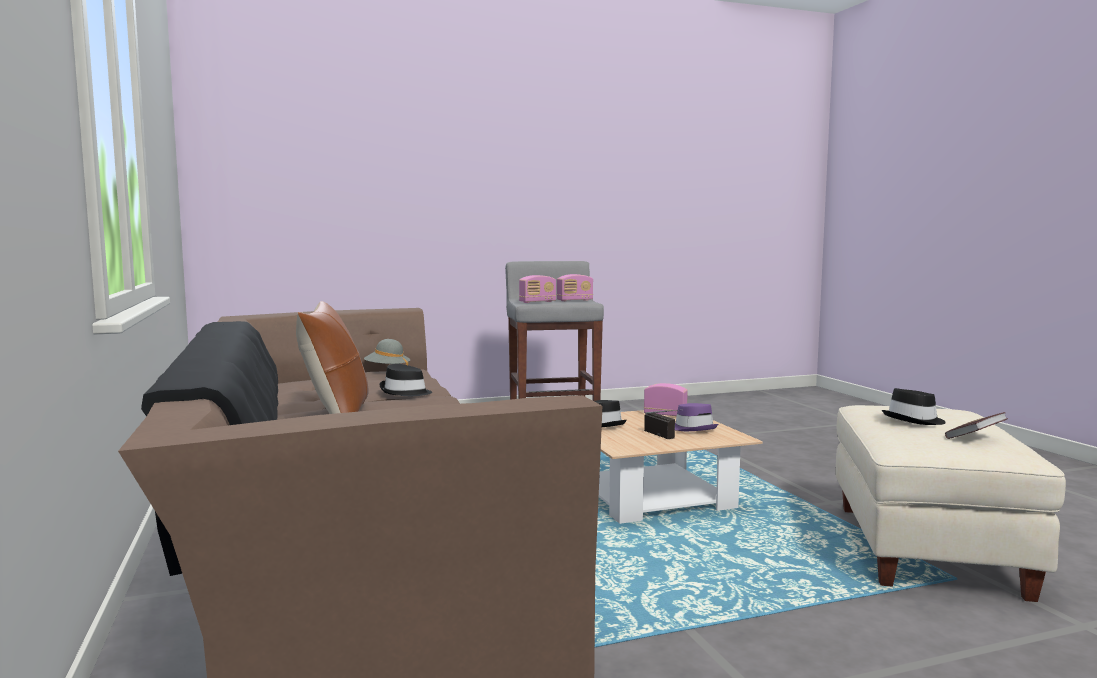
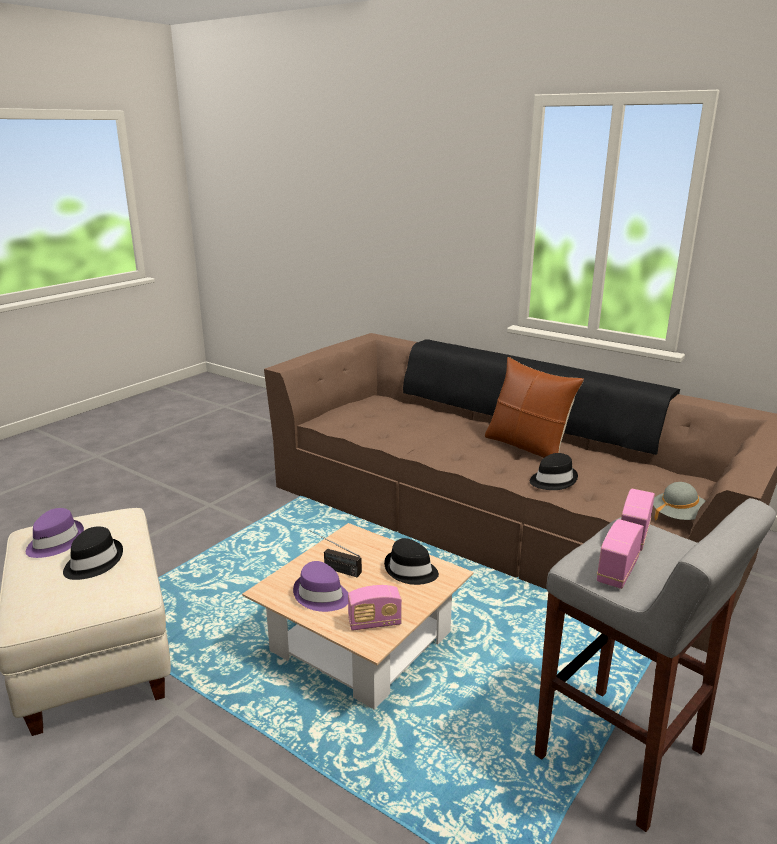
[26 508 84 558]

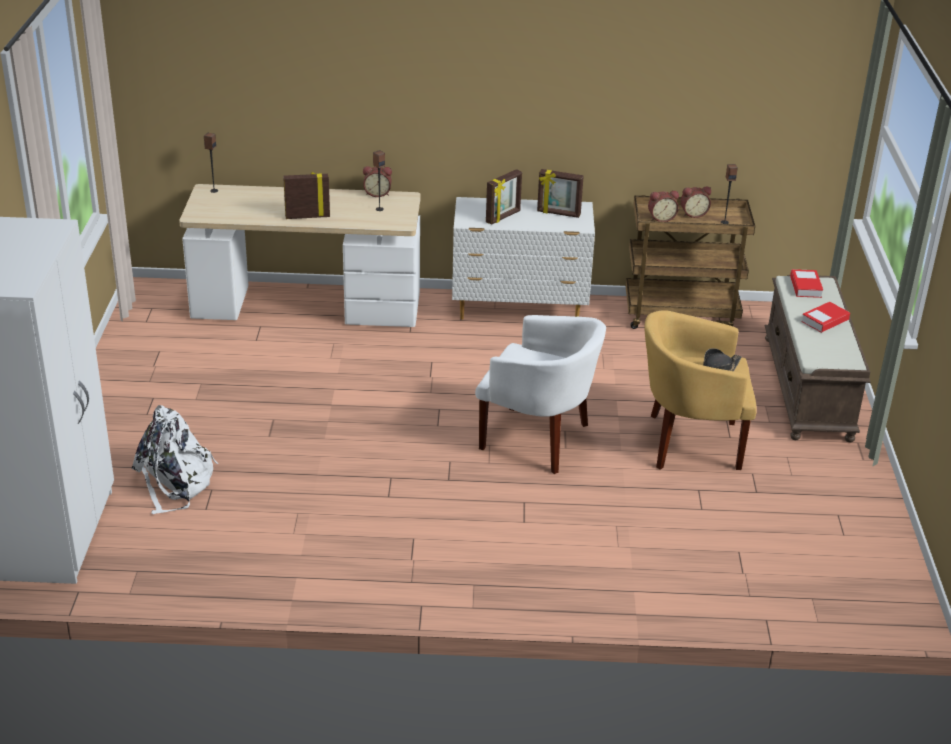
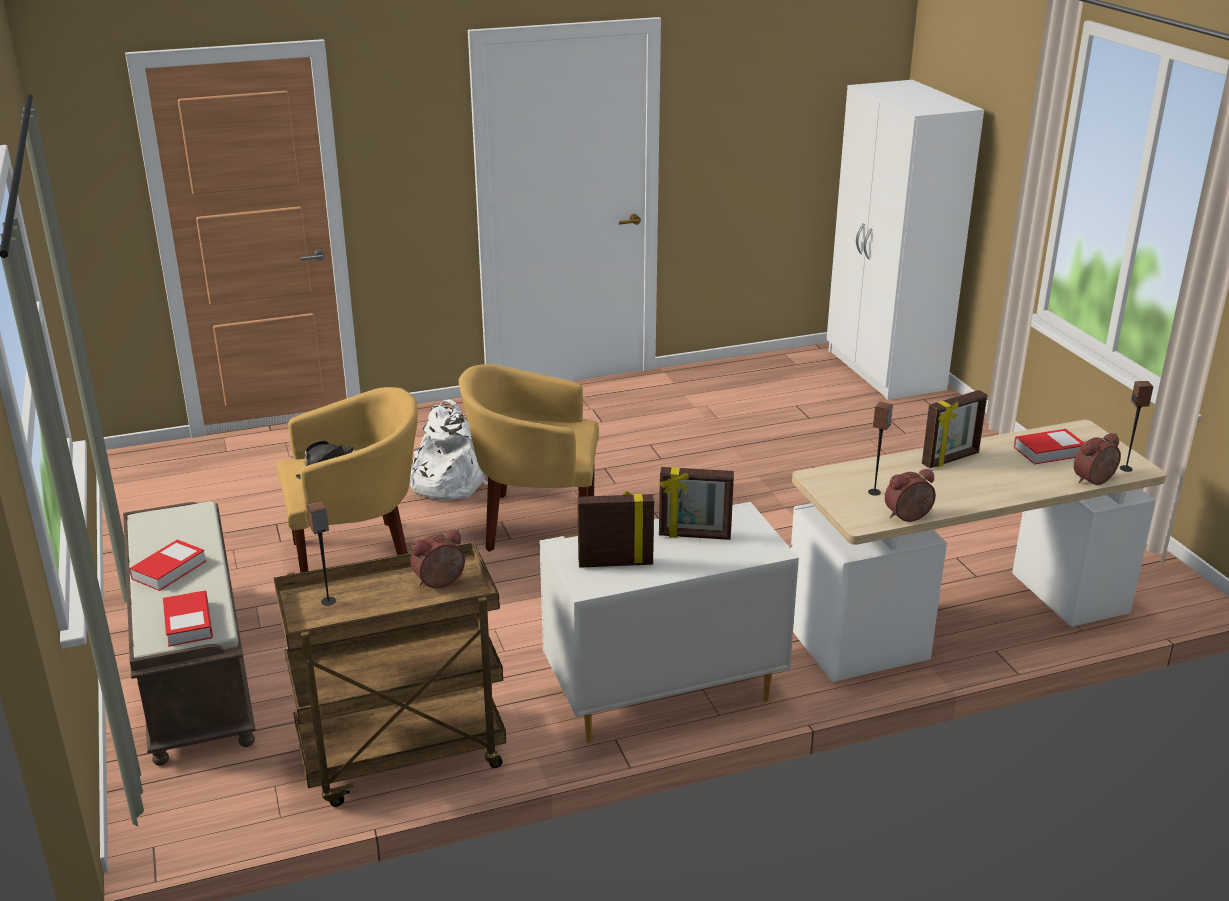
[659 467 734 540]
[1074 433 1121 485]
[459 364 599 552]
[409 399 488 500]
[1014 429 1084 465]

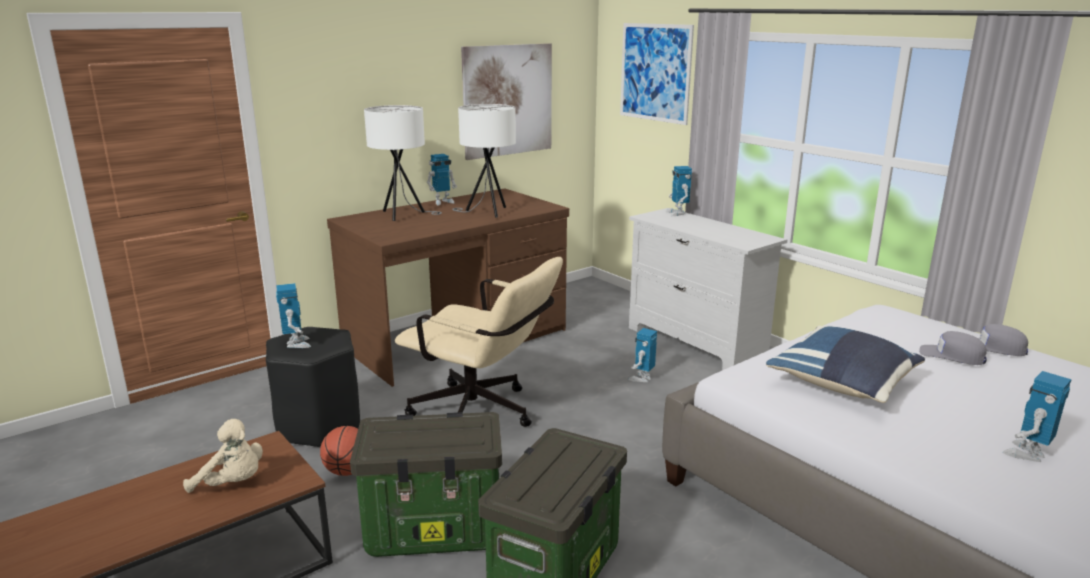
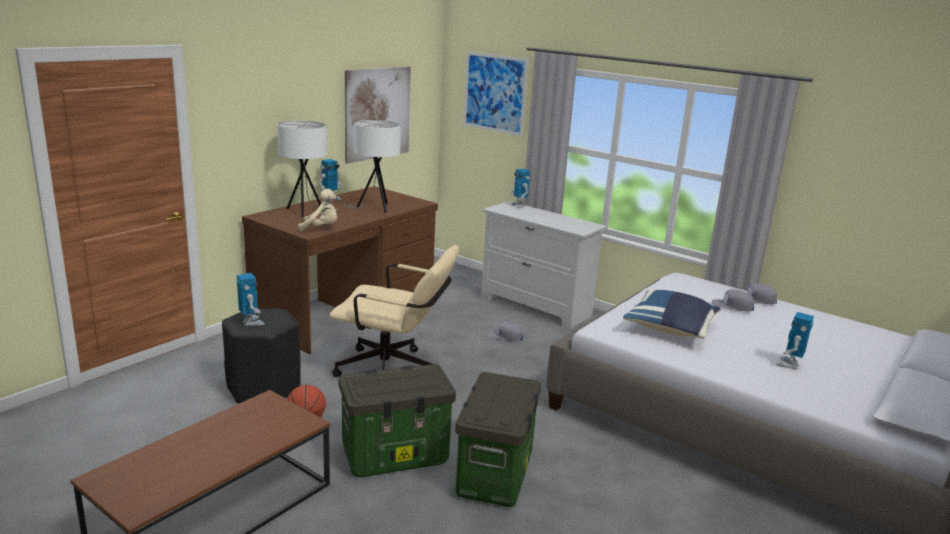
[488 322 523 341]
[298 189 337 231]

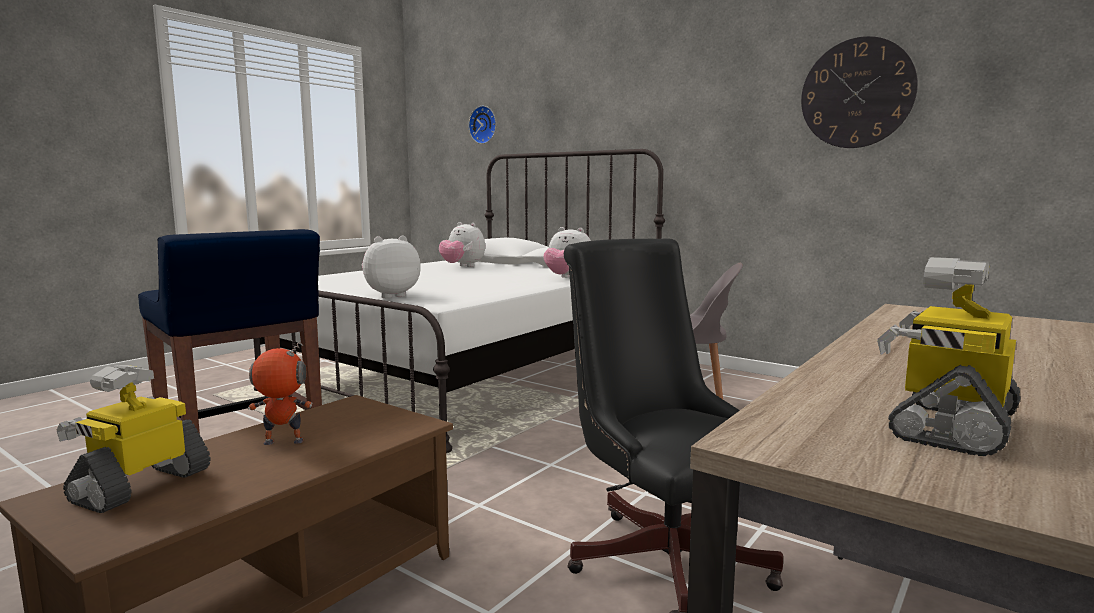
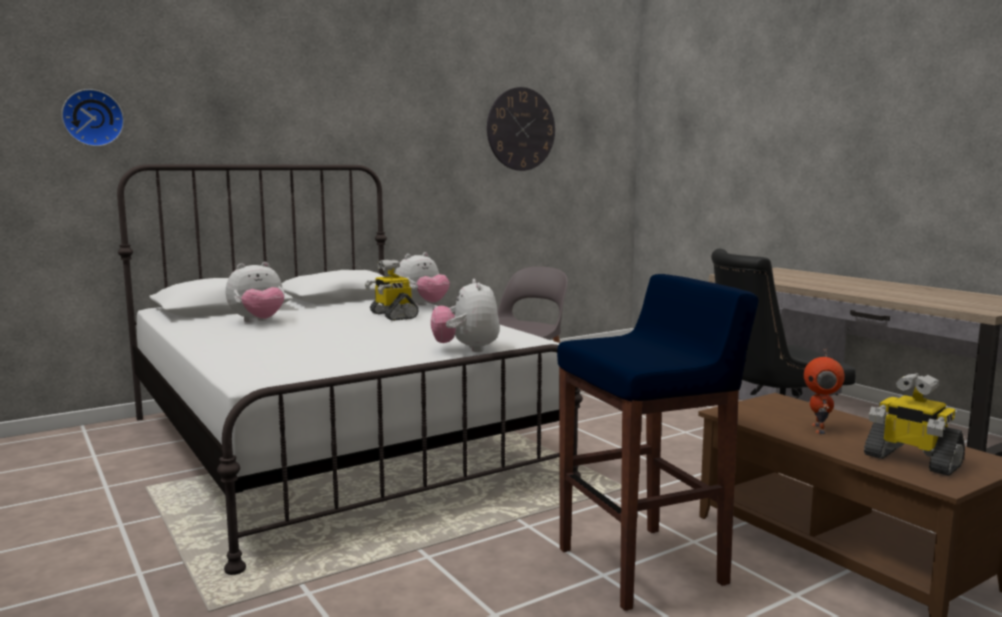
[365 260 419 321]

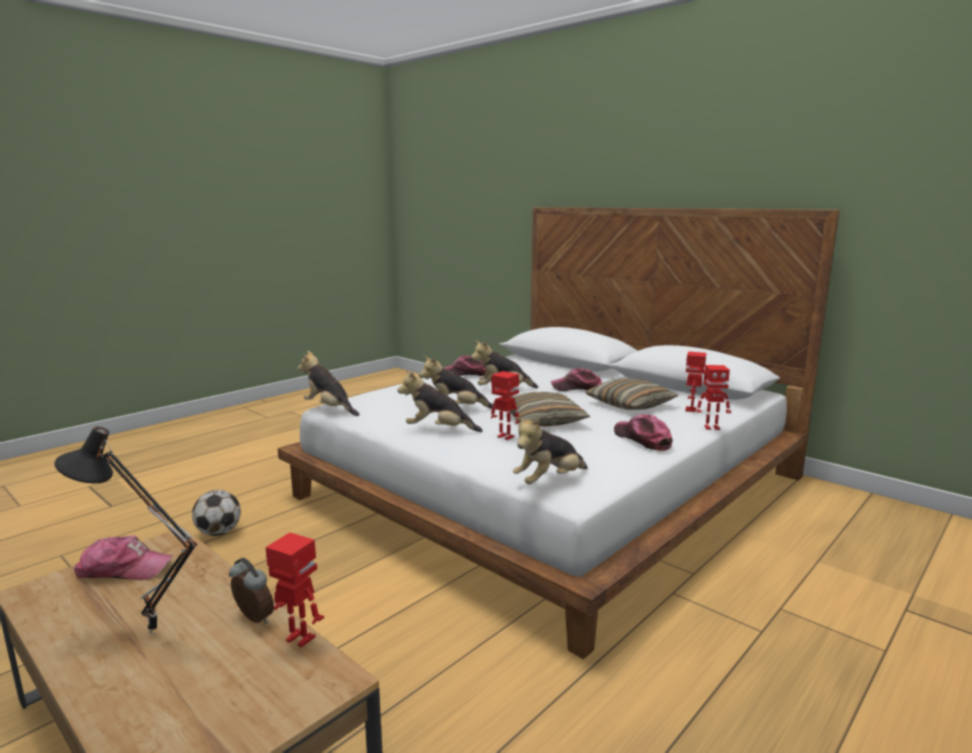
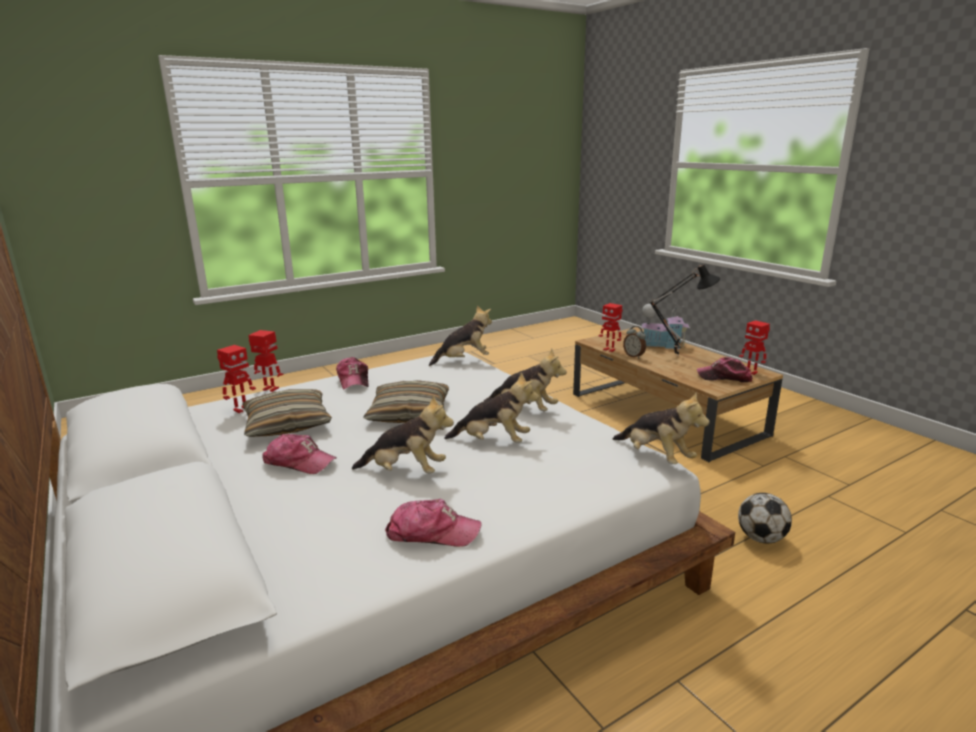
[739 320 770 375]
[642 302 690 349]

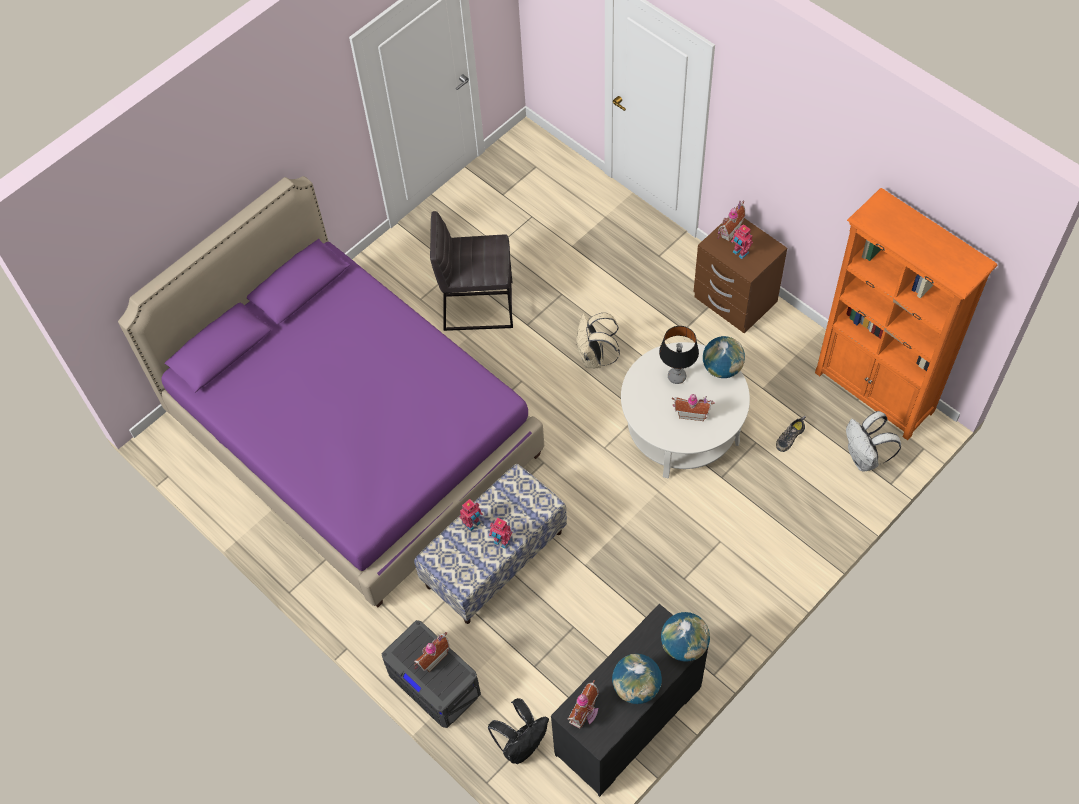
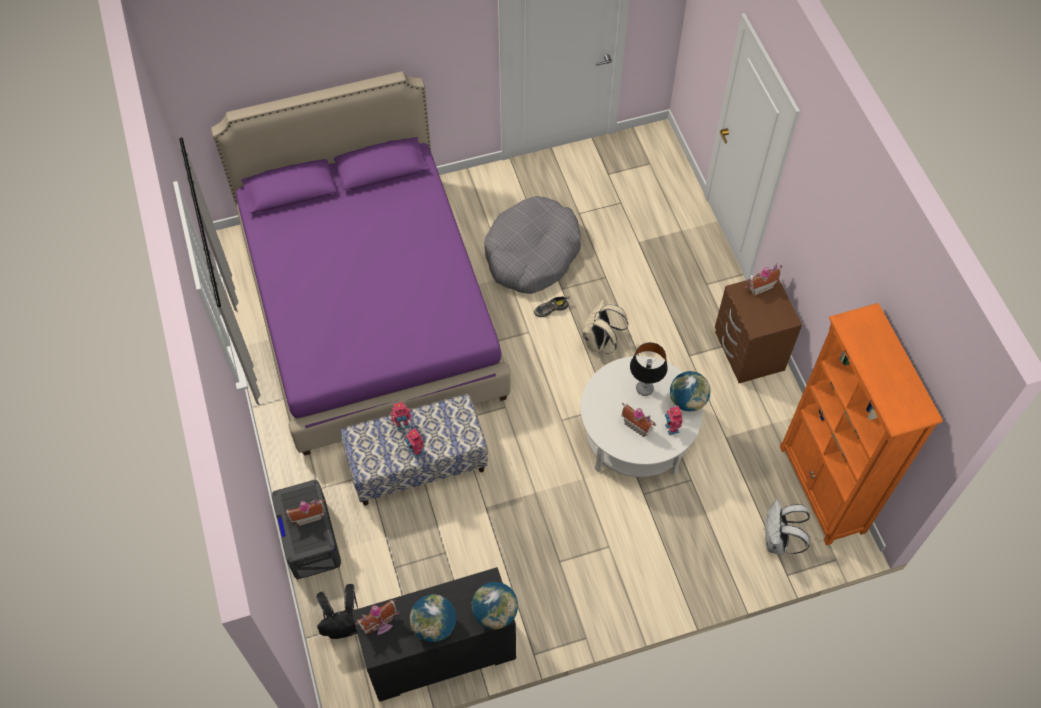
[484 196 581 294]
[665 406 683 435]
[534 296 570 317]

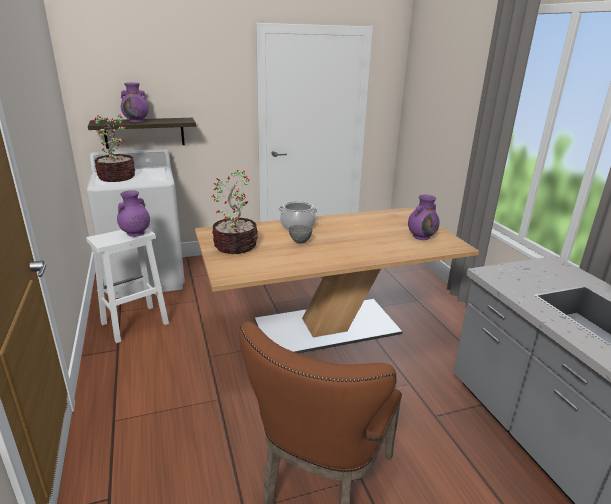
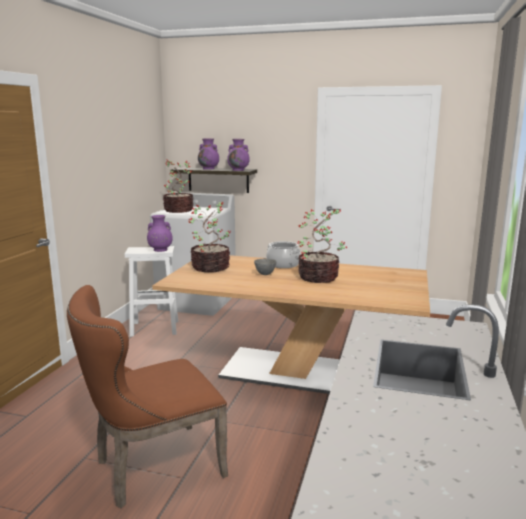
[227 139 250 171]
[297 209 347 283]

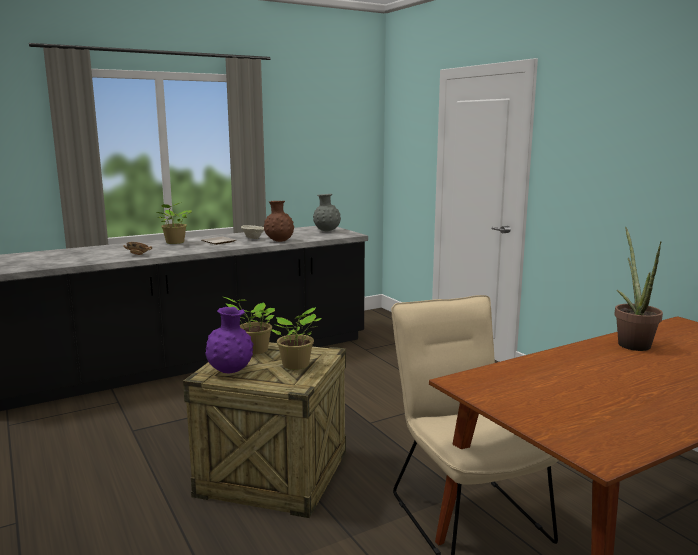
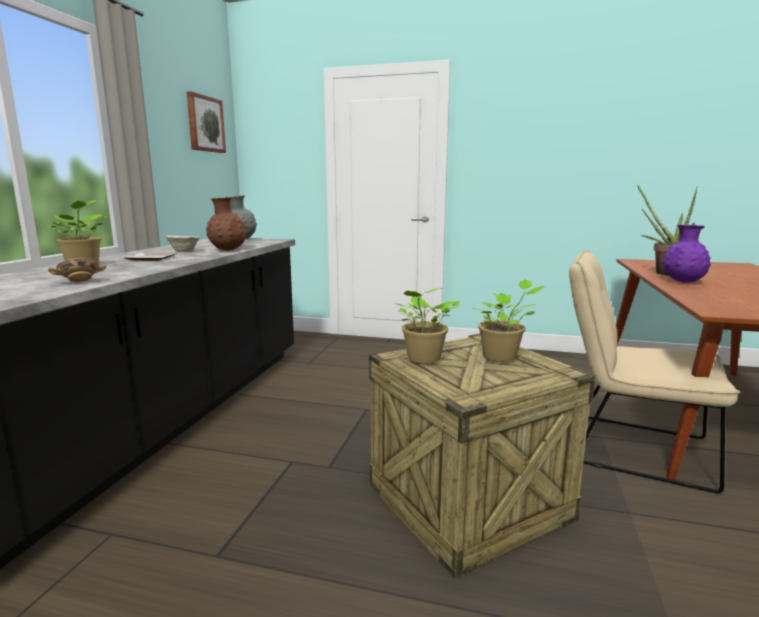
[662 225 711 283]
[187 91 226 153]

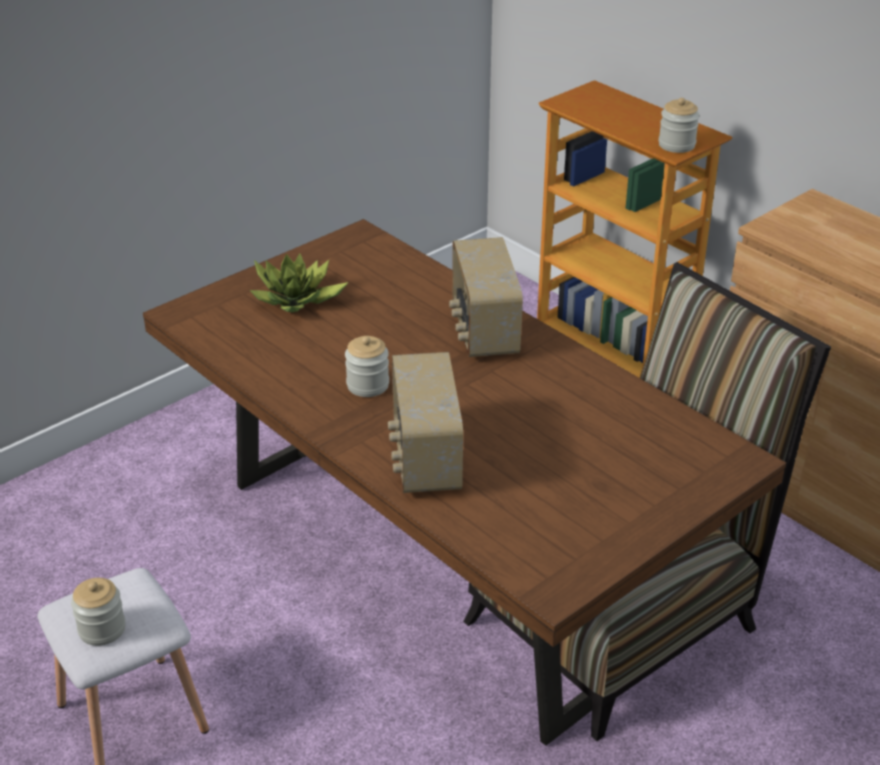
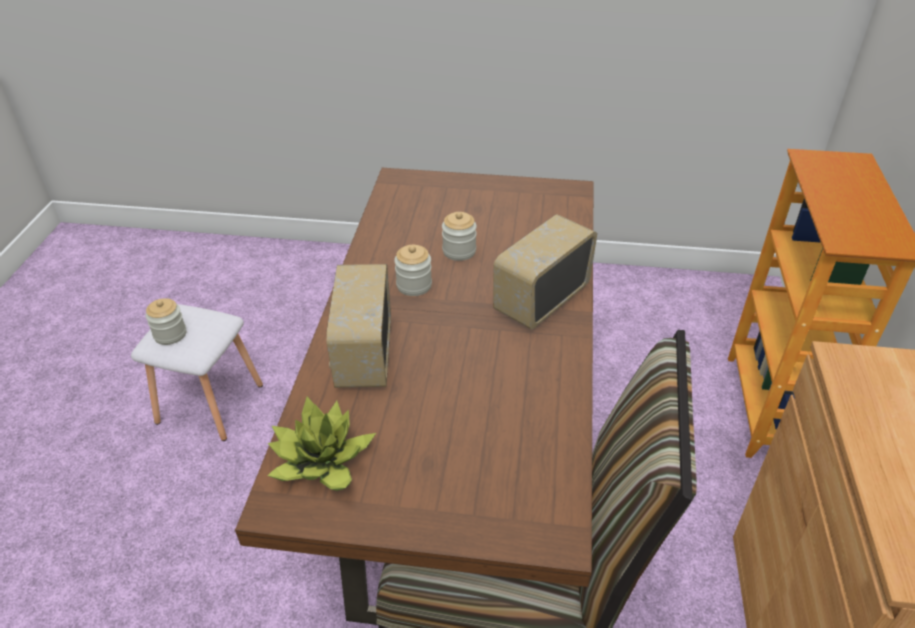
[442 212 477 261]
[267 397 376 491]
[326 264 391 388]

